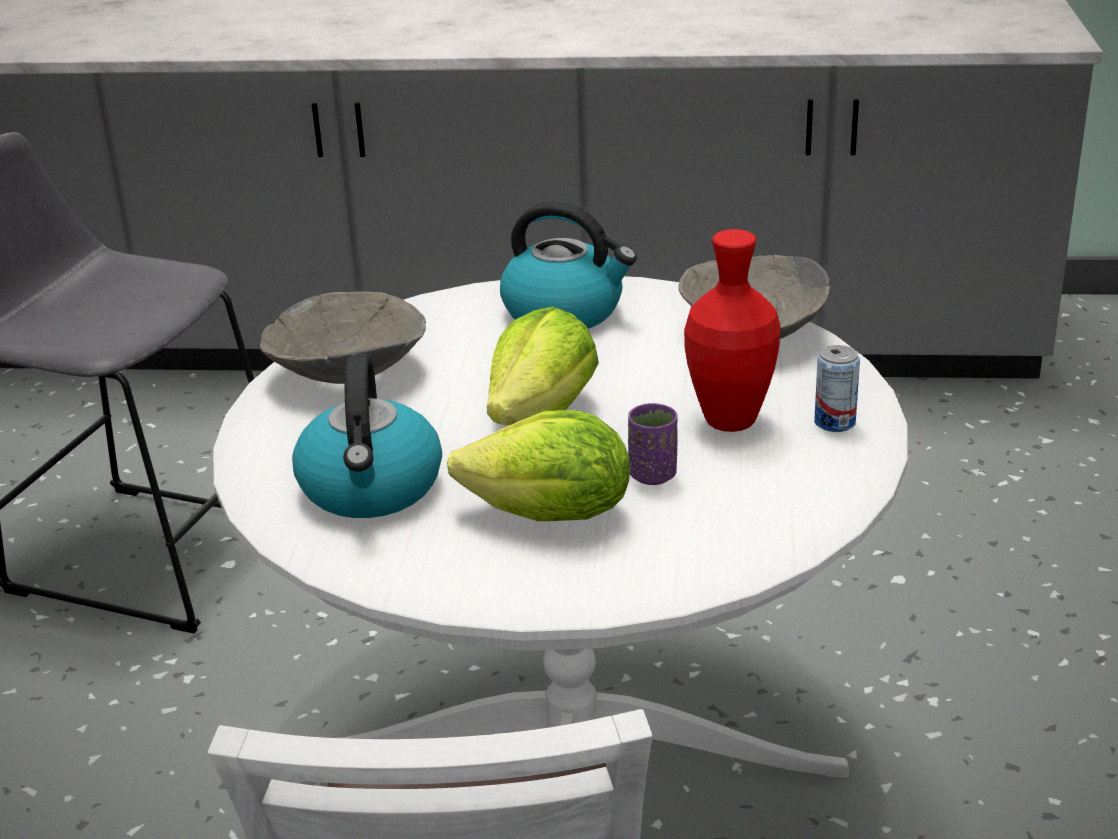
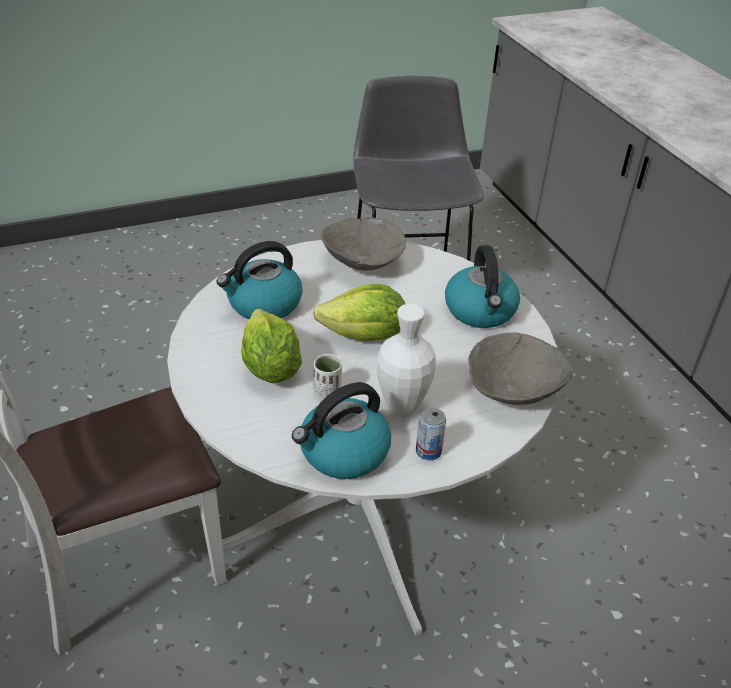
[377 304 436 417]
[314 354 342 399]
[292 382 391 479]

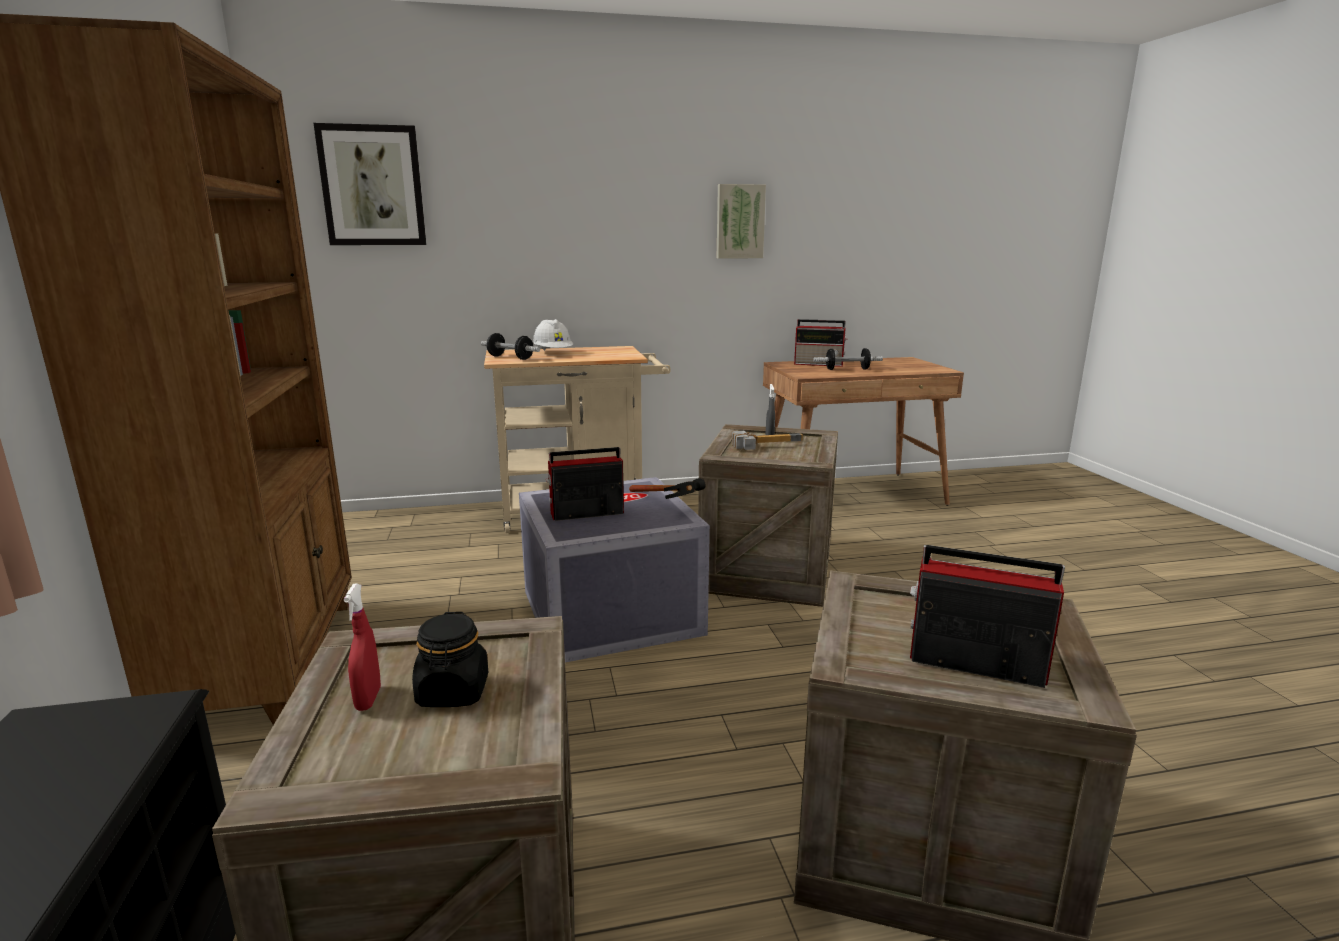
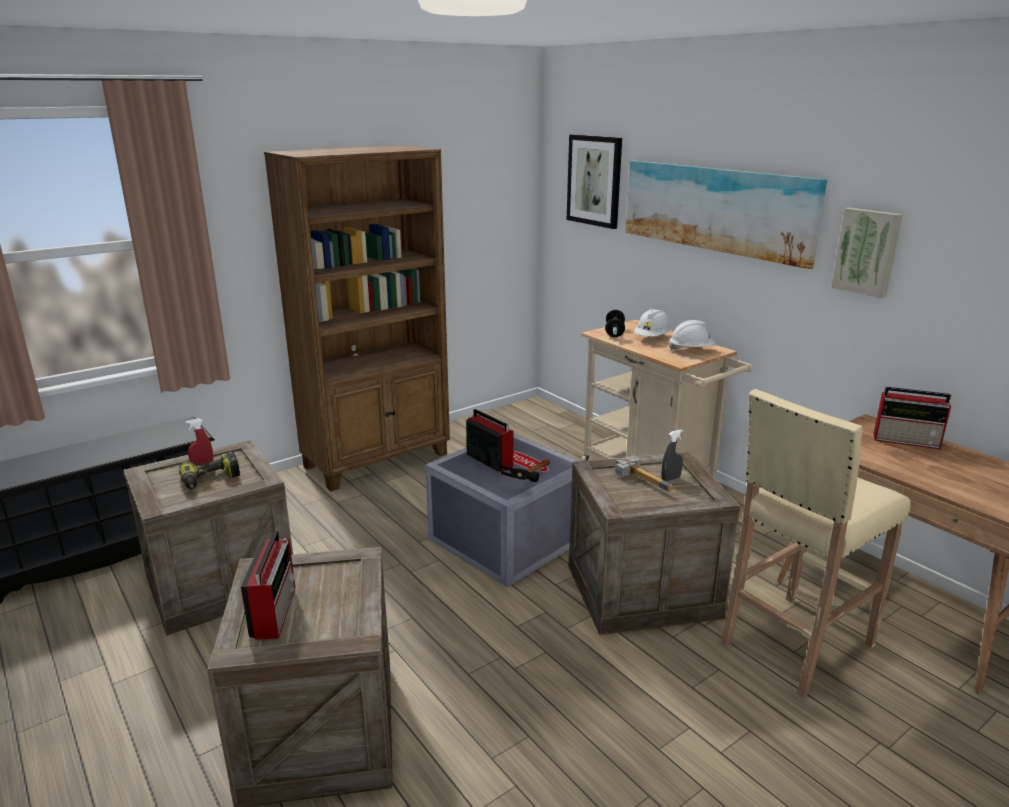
[873 387 952 449]
[813 348 883 370] (first image)
[179 451 240 489]
[626 160 827 269]
[669 320 716 351]
[721 389 911 698]

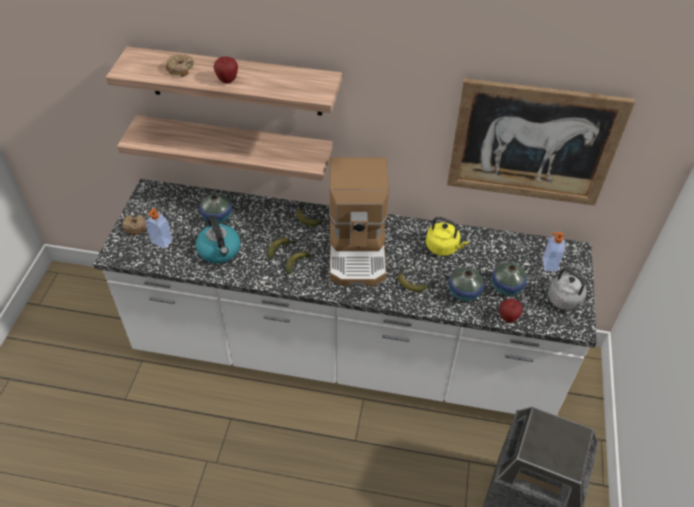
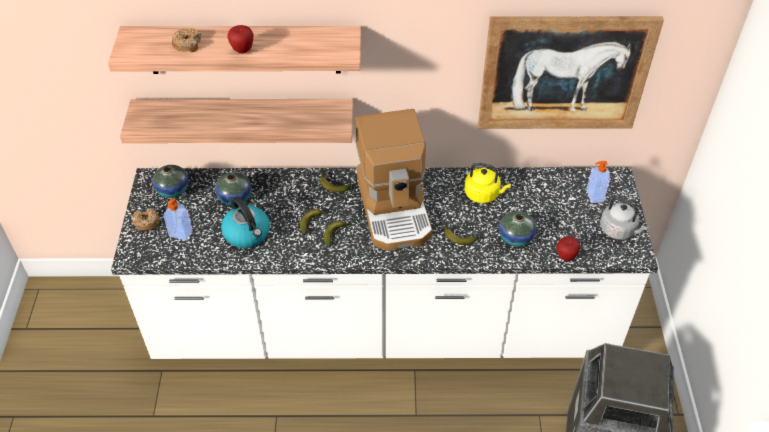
[152 165 189 198]

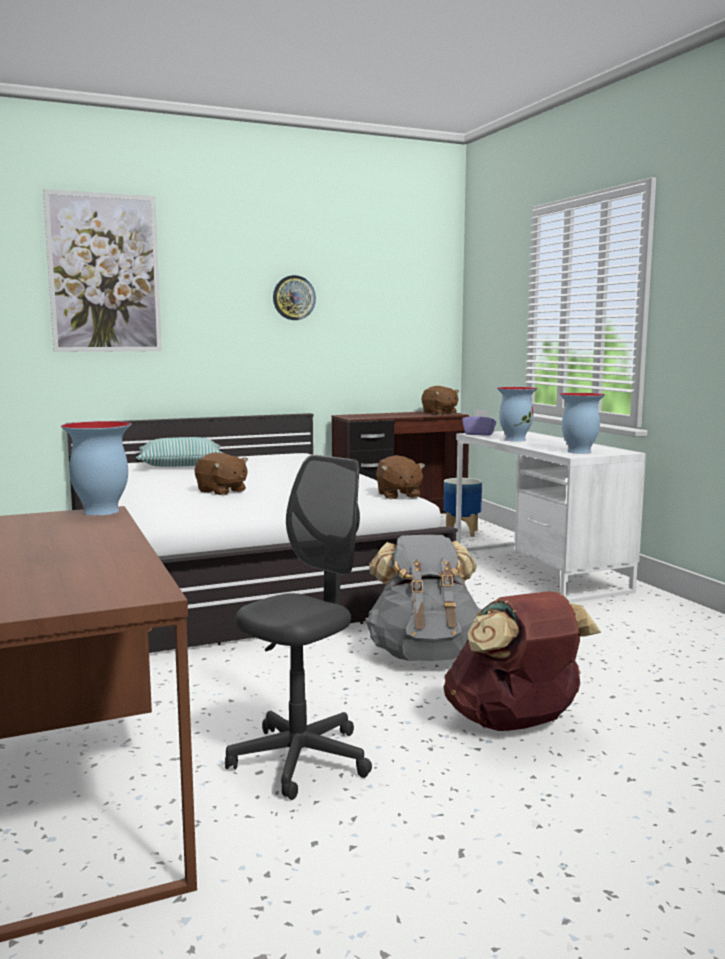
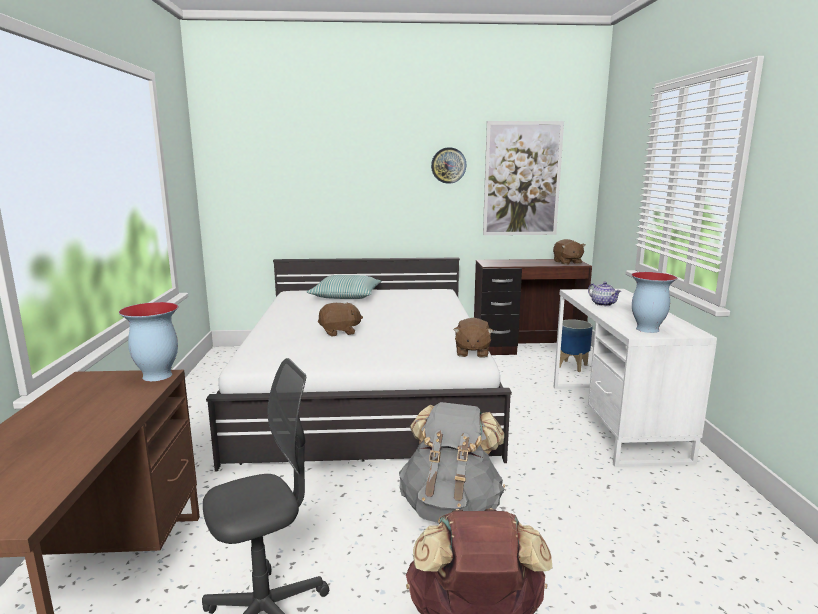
[483 121 564 235]
[588 282 621 306]
[462 410 497 436] (first image)
[318 303 363 336]

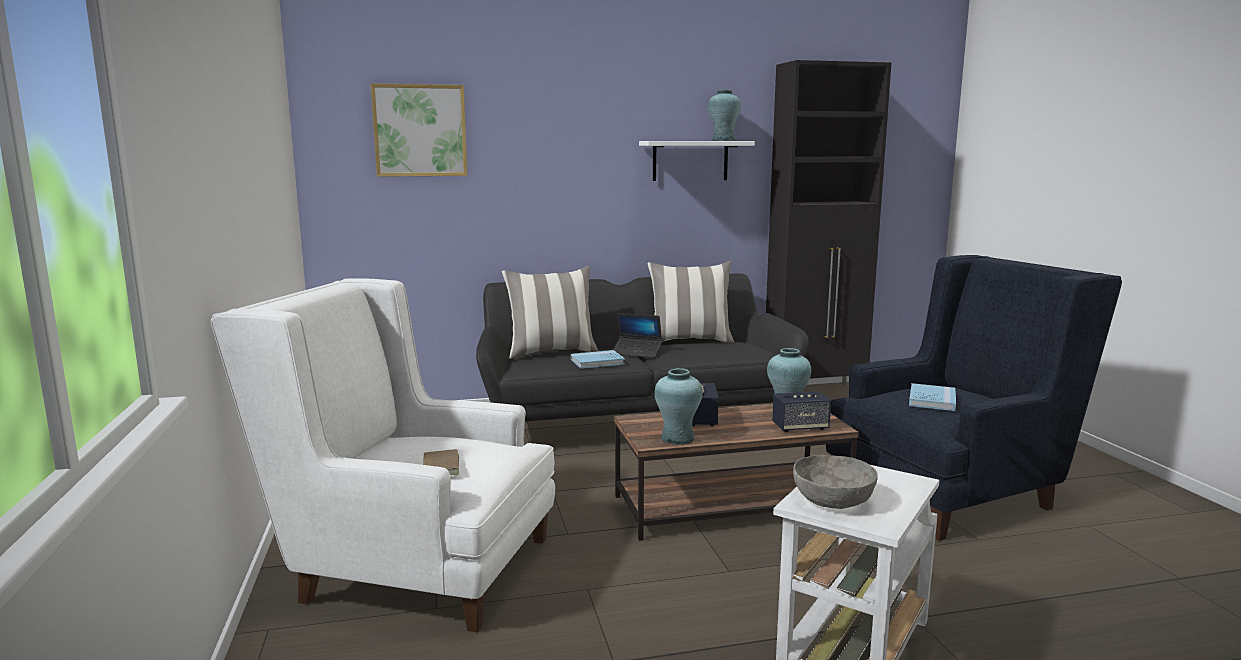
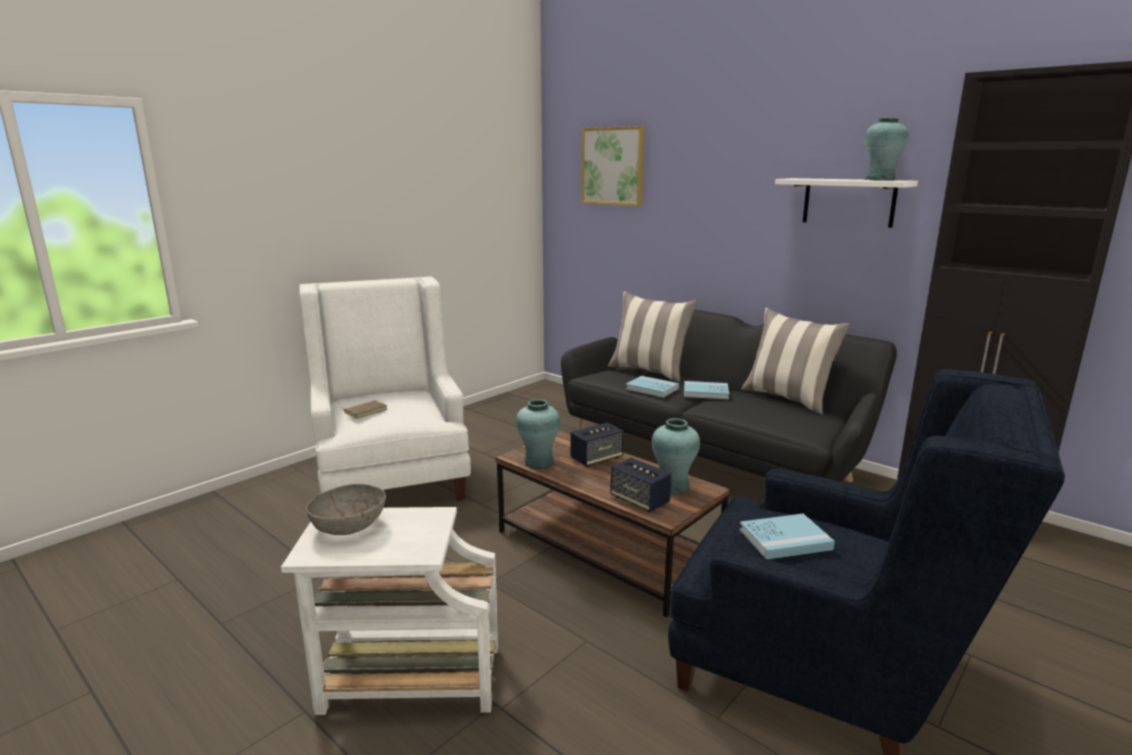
[684 381 729 399]

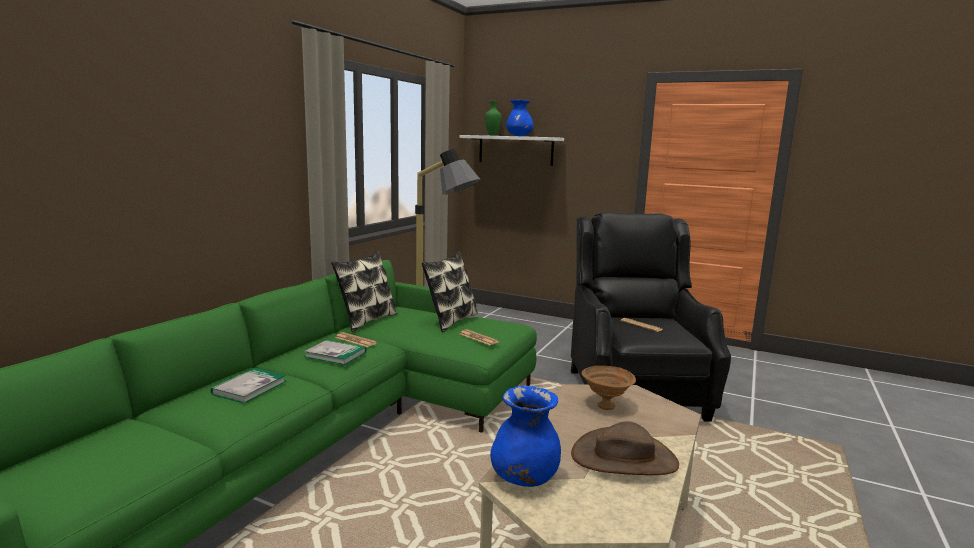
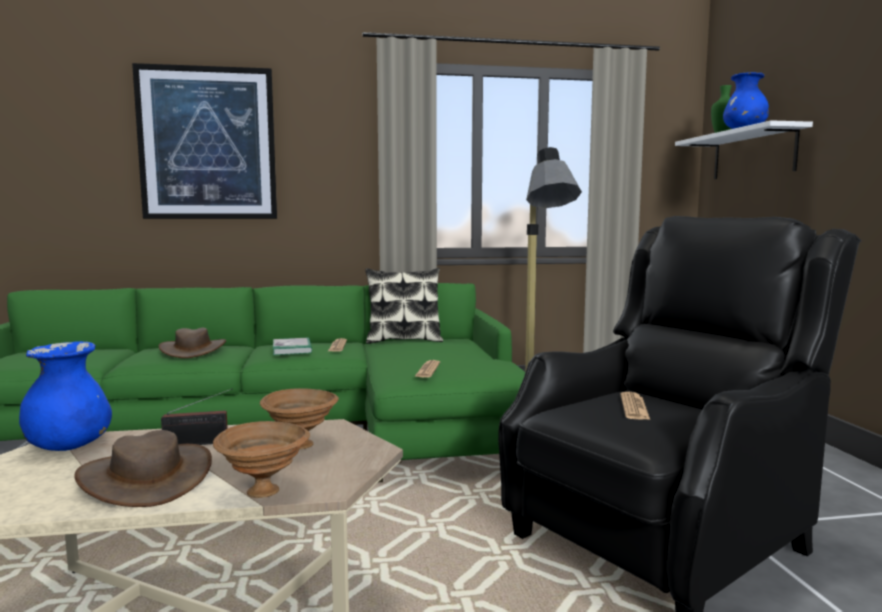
[422 251 478 332] (first image)
[159 328 226 358]
[132 63 277 219]
[161 388 233 445]
[213 421 310 498]

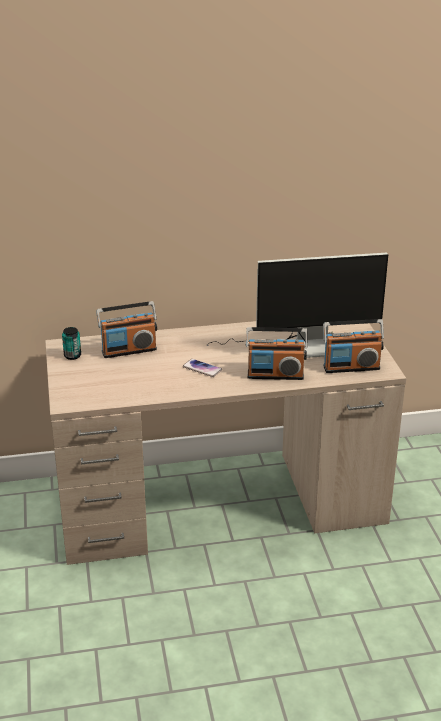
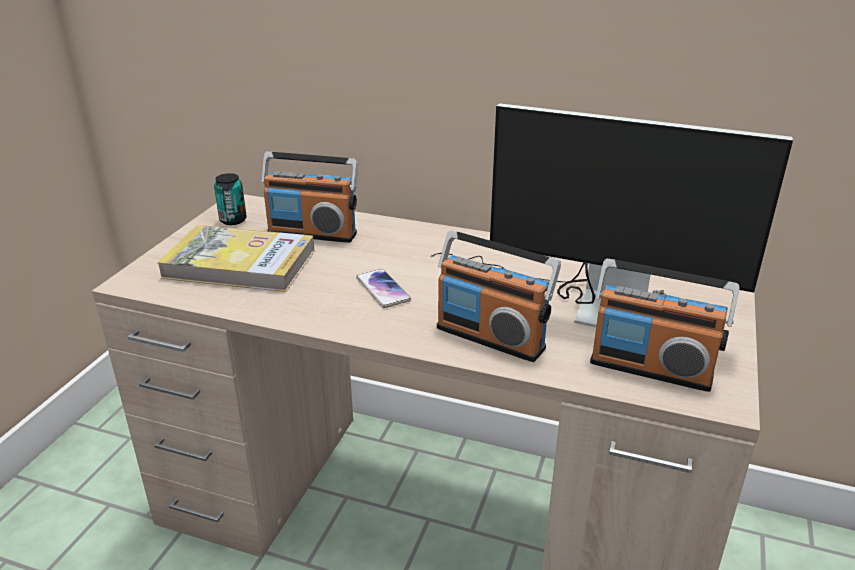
[157 225 314 292]

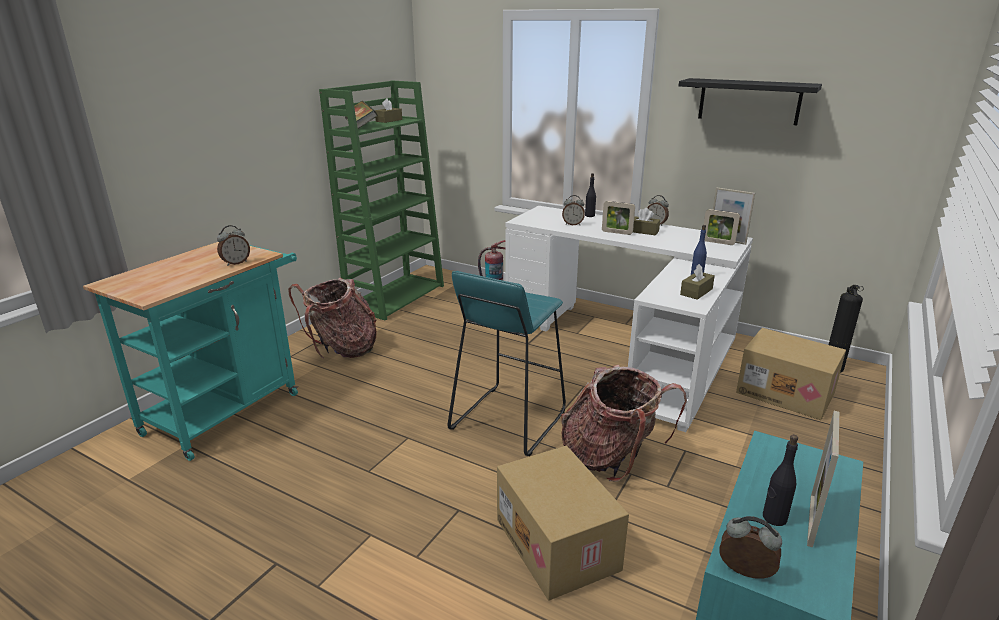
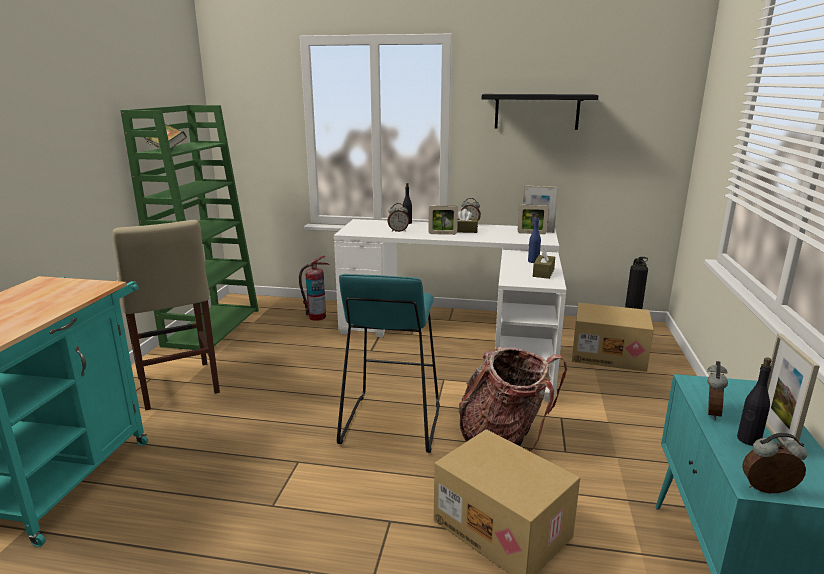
[375 98 402 123] (first image)
[707 361 728 420]
[112 220 220 411]

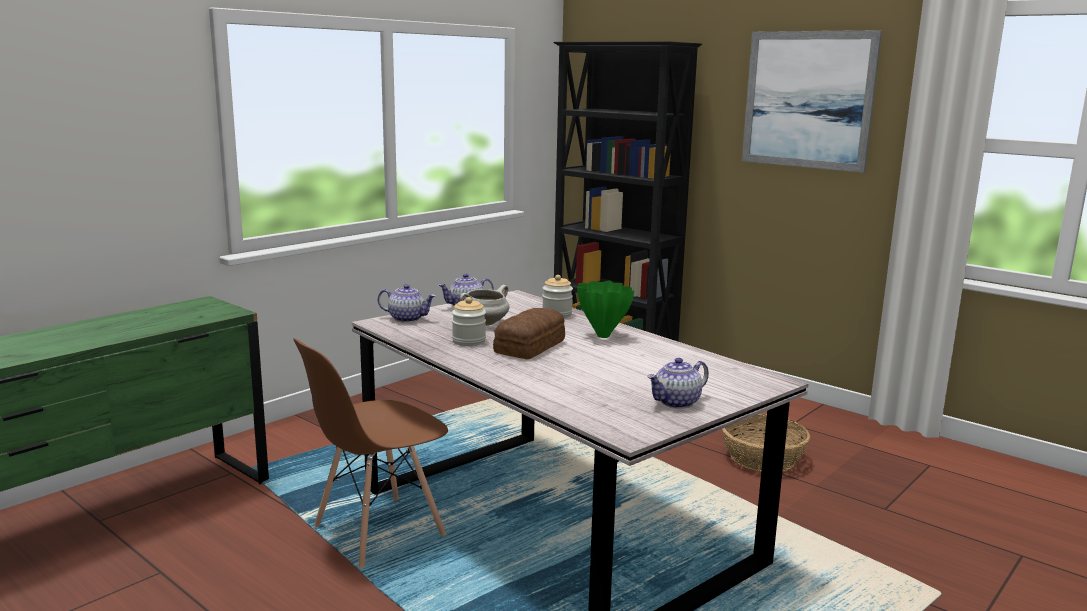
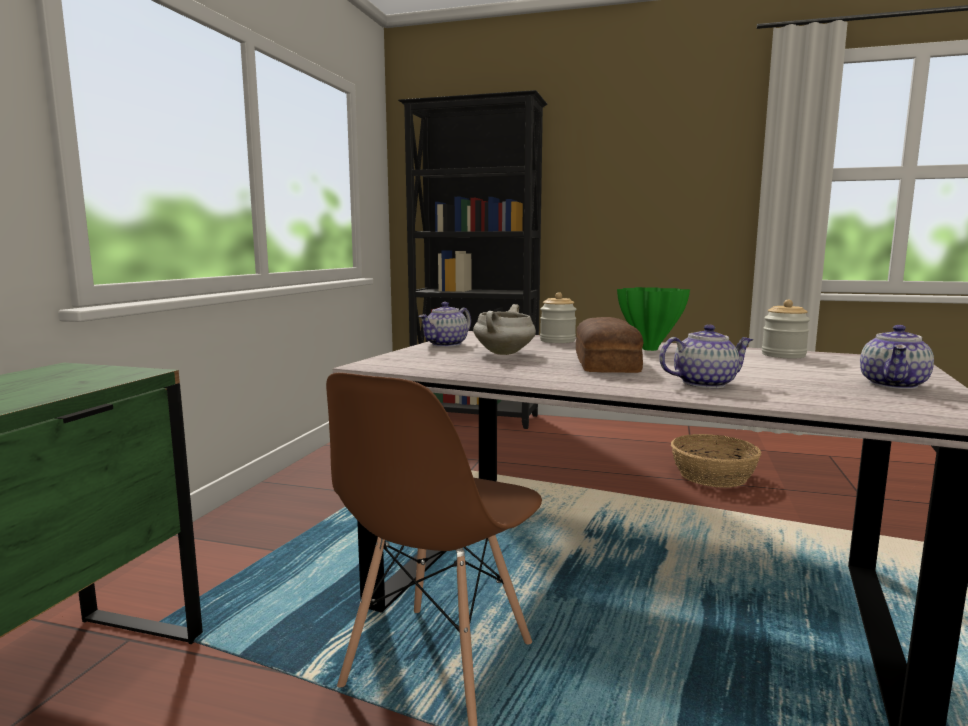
[742 30 882 173] (first image)
[659 324 754 388]
[762 300 810 359]

